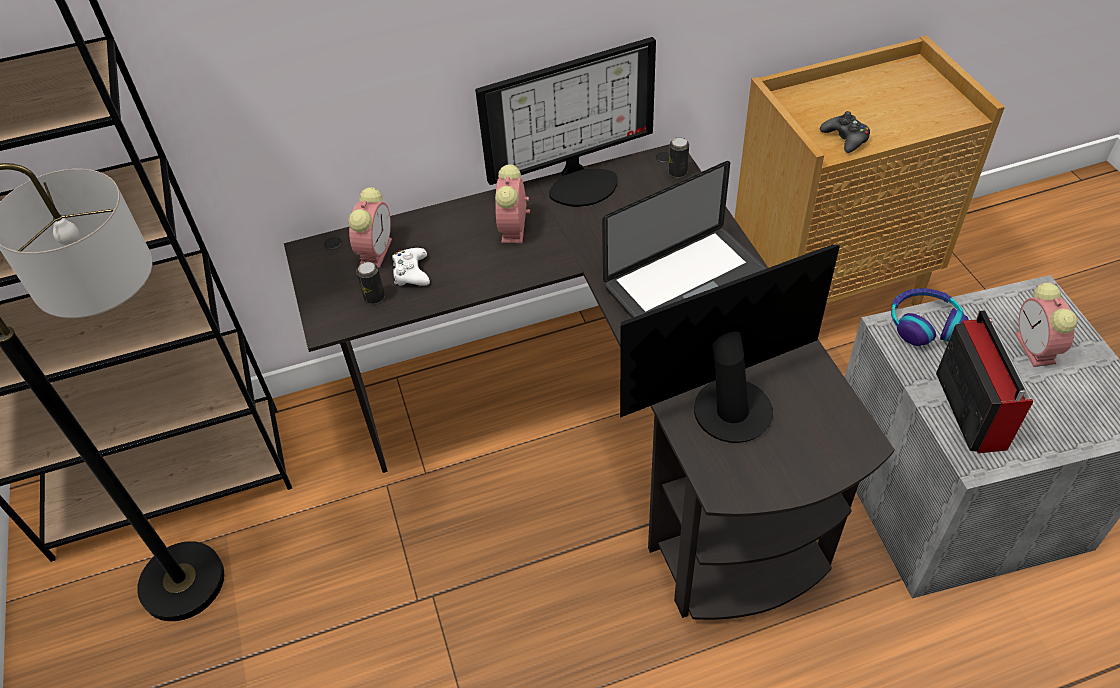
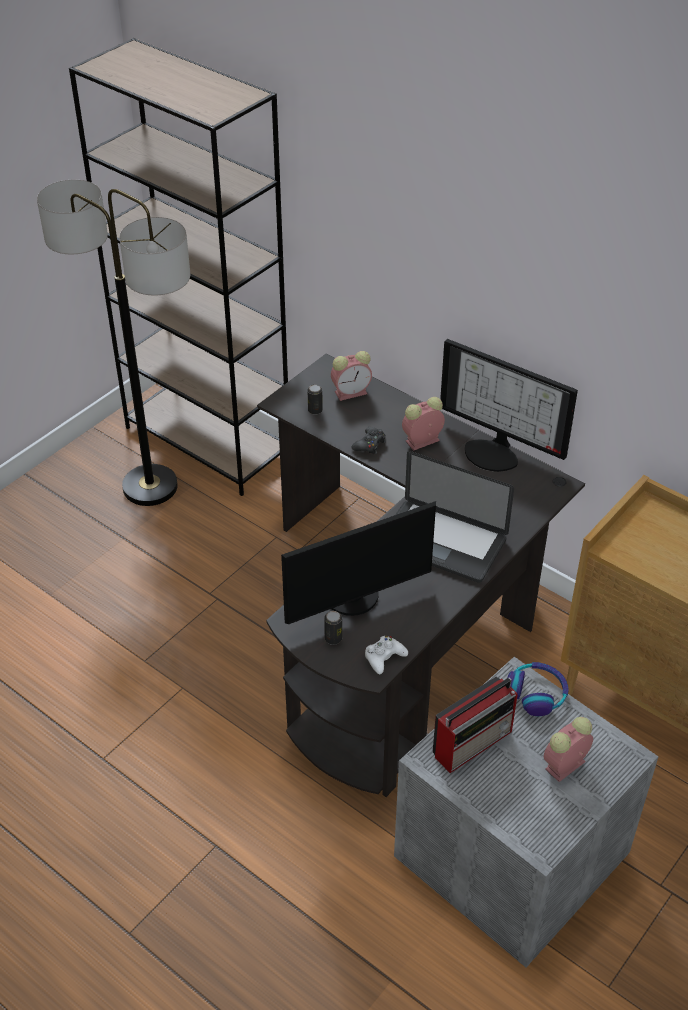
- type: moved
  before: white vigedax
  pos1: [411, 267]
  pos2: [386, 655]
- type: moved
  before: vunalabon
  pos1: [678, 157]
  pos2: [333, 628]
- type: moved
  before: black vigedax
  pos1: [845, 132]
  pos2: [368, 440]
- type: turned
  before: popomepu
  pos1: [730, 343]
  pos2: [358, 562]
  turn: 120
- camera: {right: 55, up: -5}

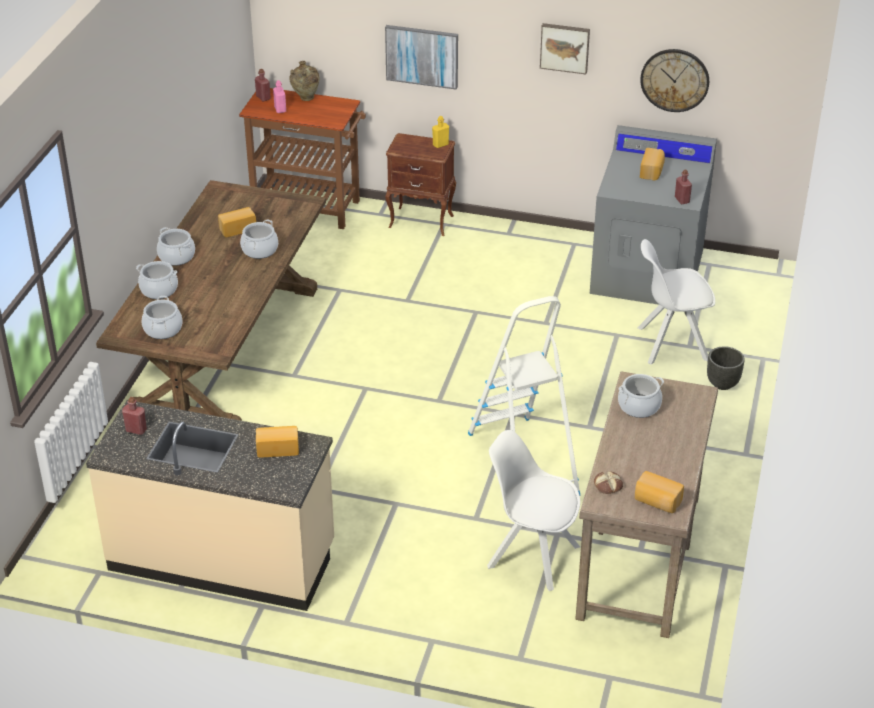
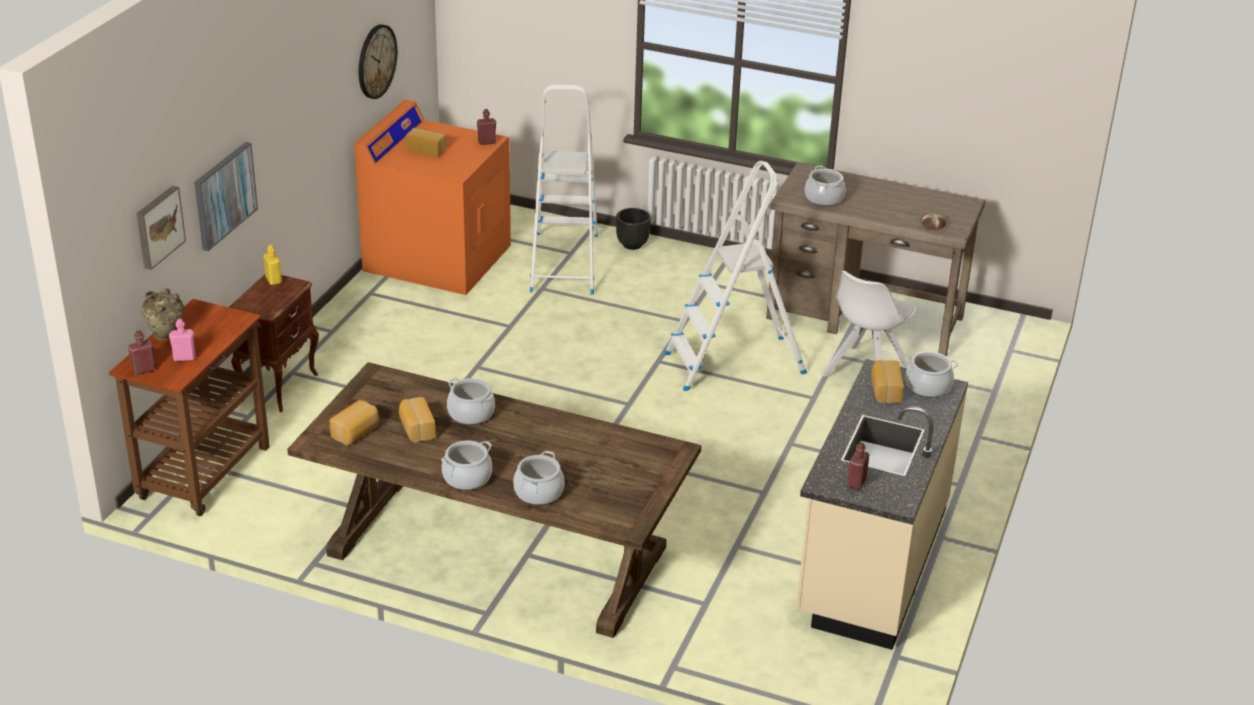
- type: moved
  before: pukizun
  pos1: [162, 317]
  pos2: [931, 374]
- type: moved
  before: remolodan
  pos1: [565, 48]
  pos2: [161, 228]
- type: moved
  before: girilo
  pos1: [659, 492]
  pos2: [354, 422]
- type: replaced
  before: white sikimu
  after: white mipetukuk
  pos1: [676, 302]
  pos2: [564, 189]
- type: recoloured
  before: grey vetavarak
  after: orange vetavarak
  pos1: [653, 215]
  pos2: [432, 197]
- camera: {right: -85, up: -5}

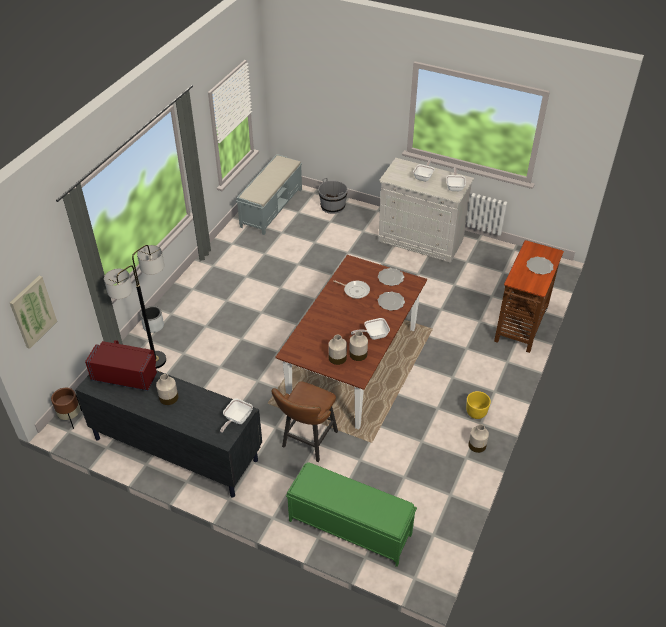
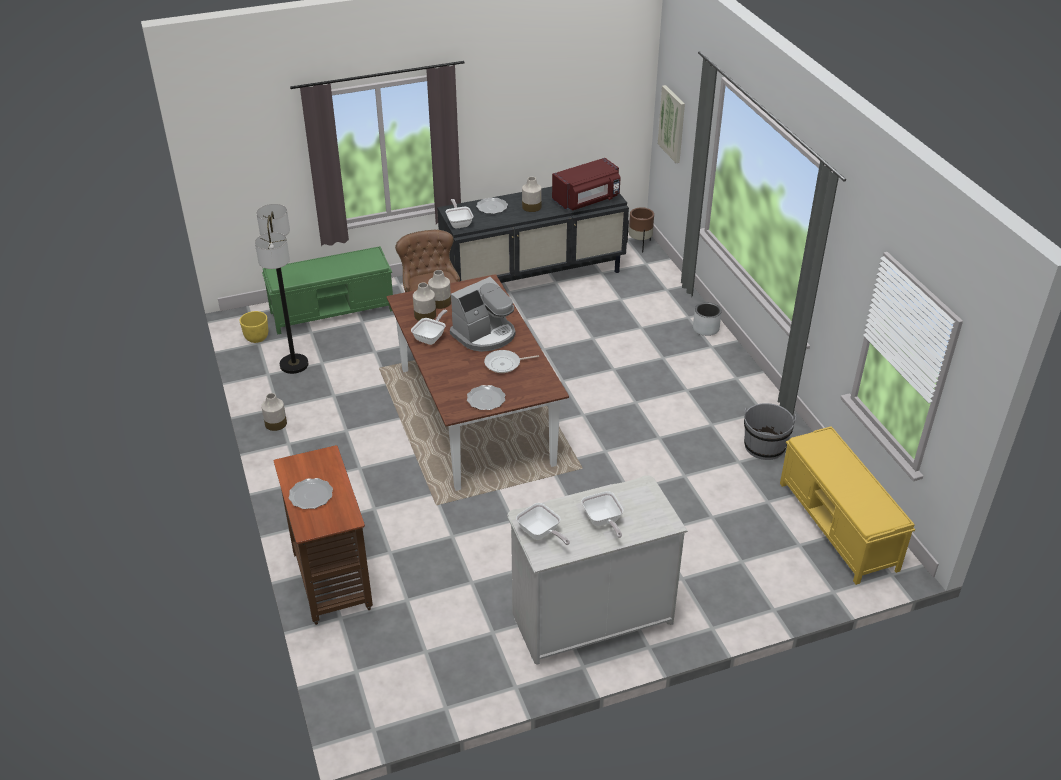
- type: added
  after: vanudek
  pos2: [483, 314]
- type: moved
  before: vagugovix
  pos1: [135, 307]
  pos2: [282, 289]
- type: moved
  before: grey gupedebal
  pos1: [333, 196]
  pos2: [770, 431]
- type: moved
  before: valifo
  pos1: [391, 301]
  pos2: [492, 205]
- type: moved
  before: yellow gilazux
  pos1: [478, 405]
  pos2: [254, 327]
- type: recoloured
  before: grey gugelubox
  after: yellow gugelubox
  pos1: [269, 194]
  pos2: [847, 505]
- camera: {right: 135, up: -5}

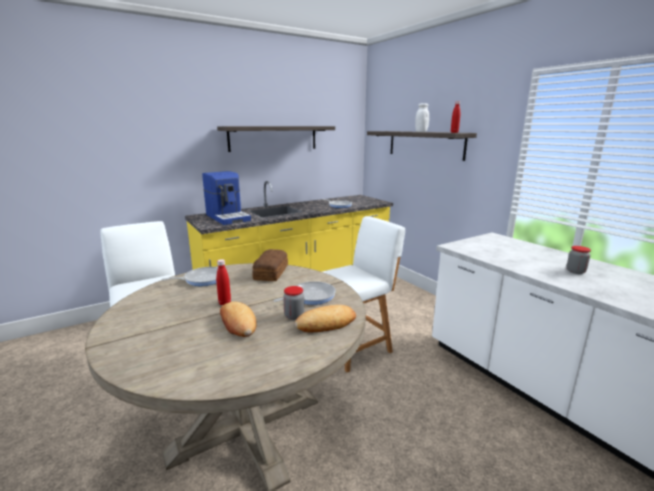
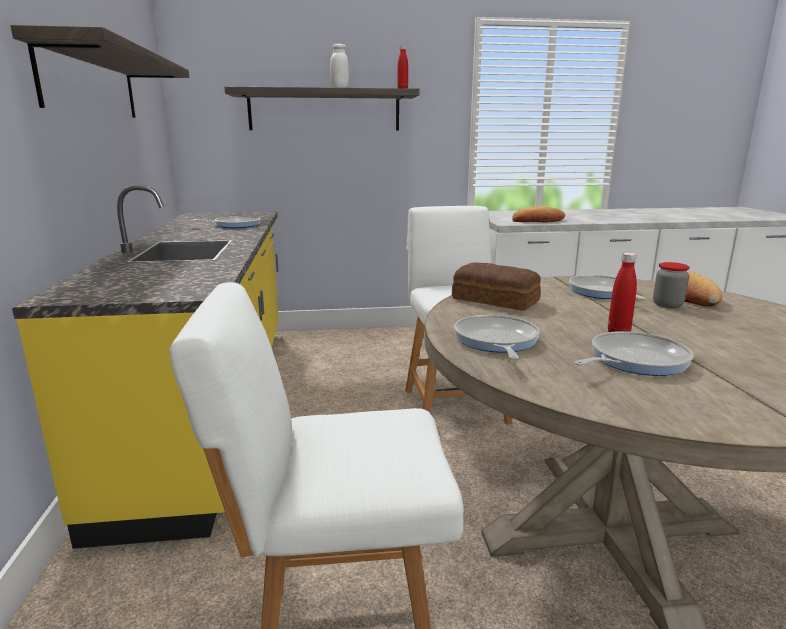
- type: removed
  before: vanudek
  pos1: [226, 198]
- type: removed
  before: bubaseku
  pos1: [579, 260]
- type: added
  after: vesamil
  pos2: [634, 353]
- type: moved
  before: girilo
  pos1: [238, 319]
  pos2: [538, 214]
- camera: {right: -65, up: 0}

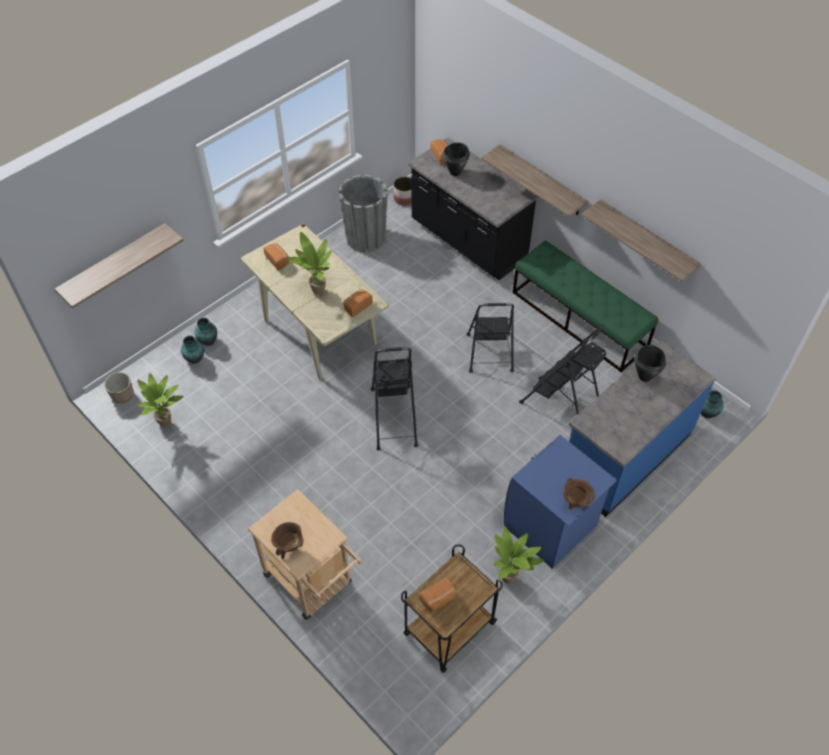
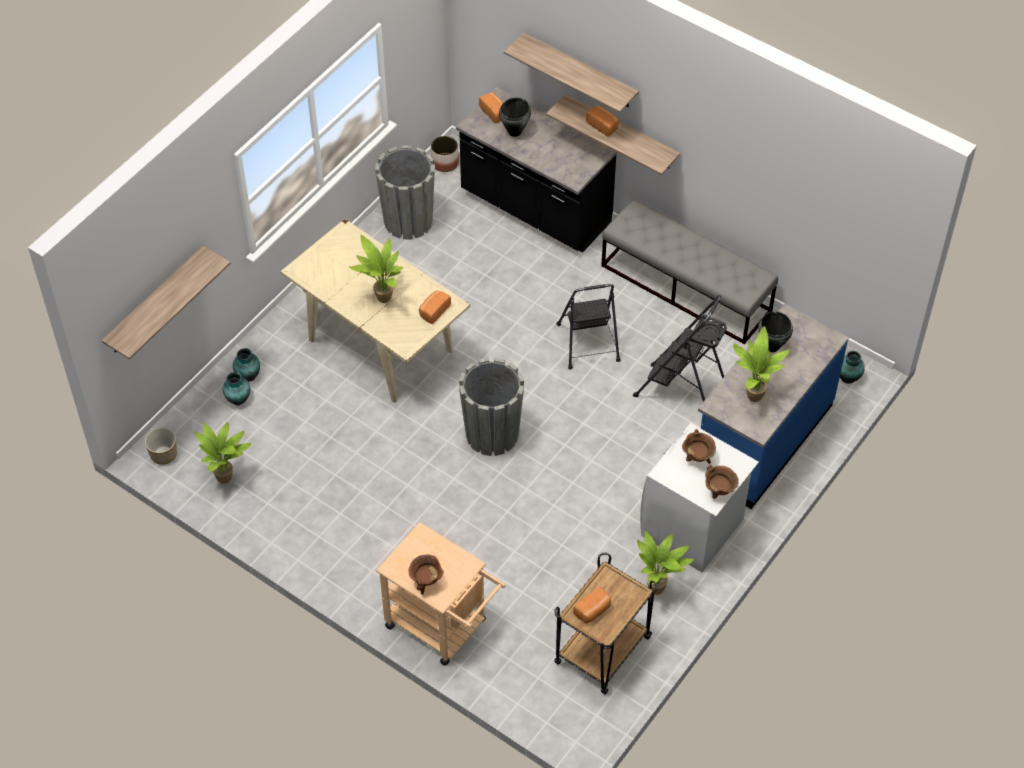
- type: added
  after: brown pukizun
  pos2: [699, 446]
- type: added
  after: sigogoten
  pos2: [761, 364]
- type: moved
  before: girilo
  pos1: [276, 256]
  pos2: [602, 121]
- type: moved
  before: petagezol
  pos1: [641, 240]
  pos2: [571, 73]
- type: replaced
  before: mipetukuk
  after: grey gilazux
  pos1: [394, 399]
  pos2: [491, 407]
- type: recoloured
  before: blue vetavarak
  after: white vetavarak
  pos1: [560, 502]
  pos2: [699, 497]
- type: recoloured
  before: green gugelubox
  after: grey gugelubox
  pos1: [585, 306]
  pos2: [689, 272]
- camera: {right: -10, up: 0}

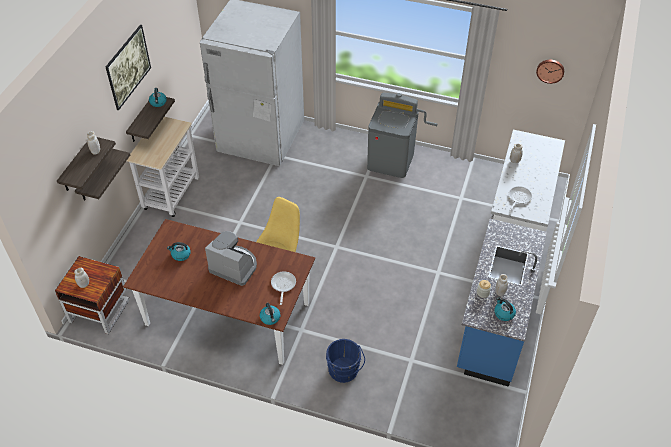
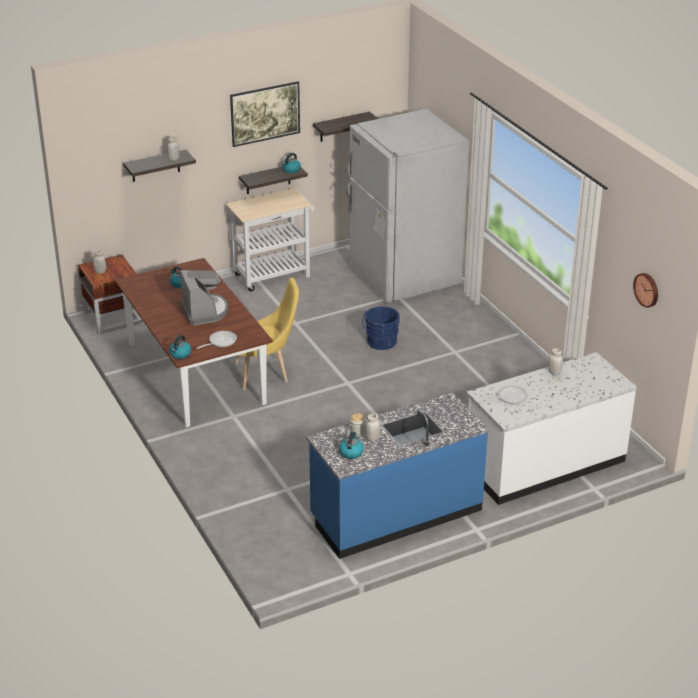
- type: removed
  before: grey vetavarak
  pos1: [402, 135]
- type: moved
  before: petagezol
  pos1: [102, 174]
  pos2: [345, 127]
- type: moved
  before: blue gupedebal
  pos1: [345, 361]
  pos2: [381, 328]
- camera: {right: 45, up: -15}

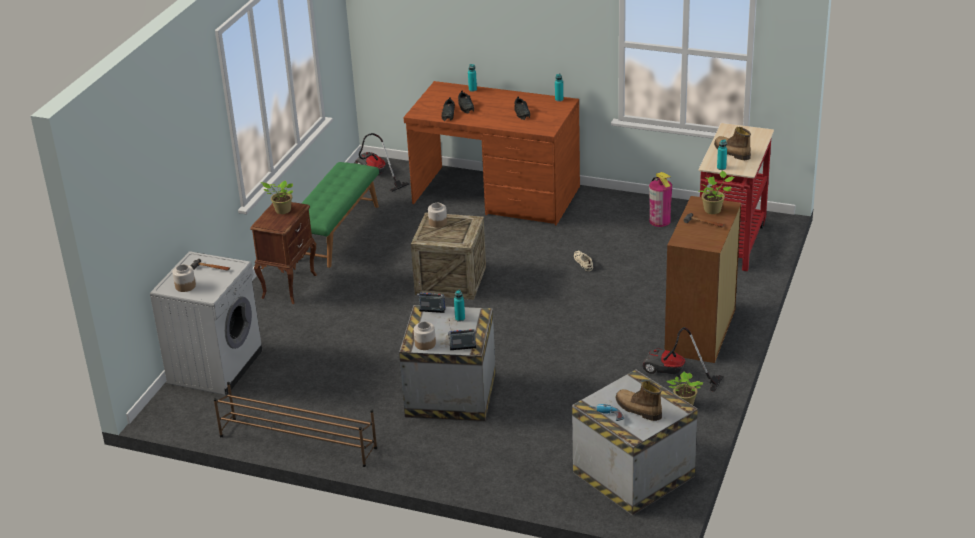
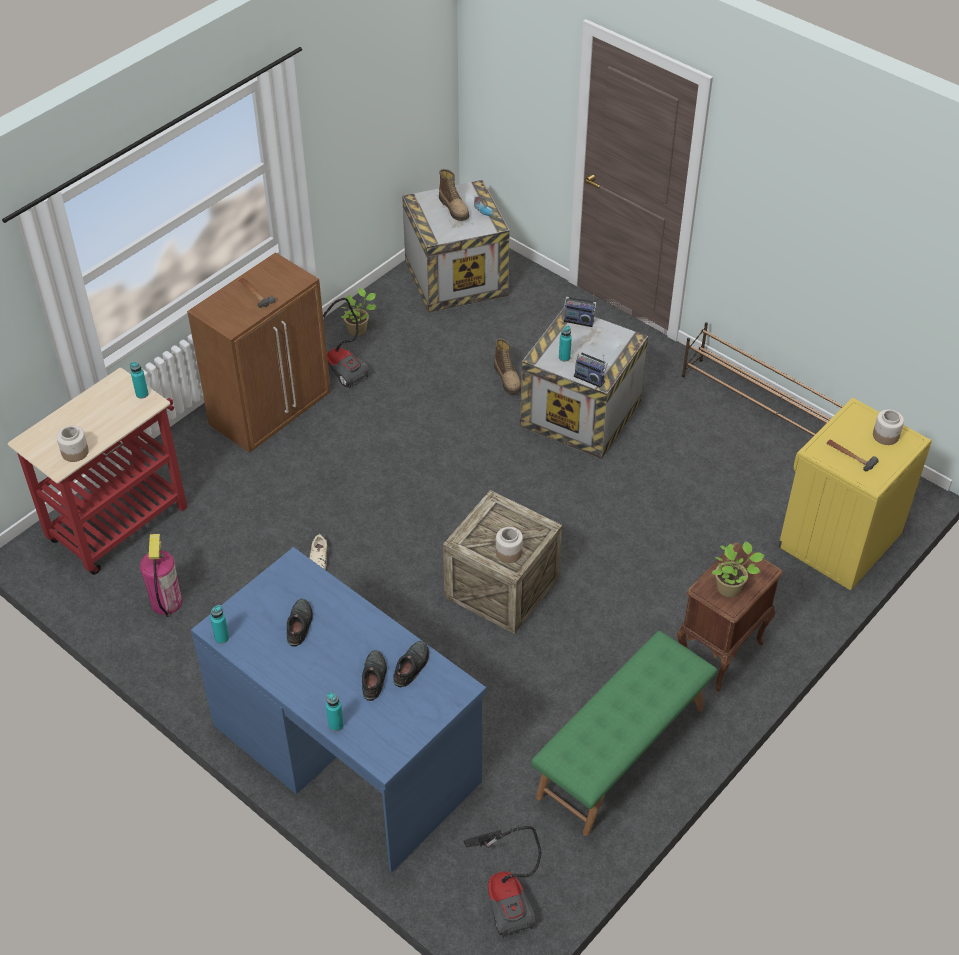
- type: removed
  before: sigogoten
  pos1: [716, 192]
- type: moved
  before: bubaseku
  pos1: [425, 336]
  pos2: [73, 444]
- type: moved
  before: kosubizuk
  pos1: [732, 143]
  pos2: [507, 366]
- type: recoloured
  before: white vetavarak
  after: yellow vetavarak
  pos1: [206, 323]
  pos2: [855, 494]
- type: recoloured
  before: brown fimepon
  after: blue fimepon
  pos1: [491, 153]
  pos2: [338, 710]
- camera: {right: -160, up: 15}

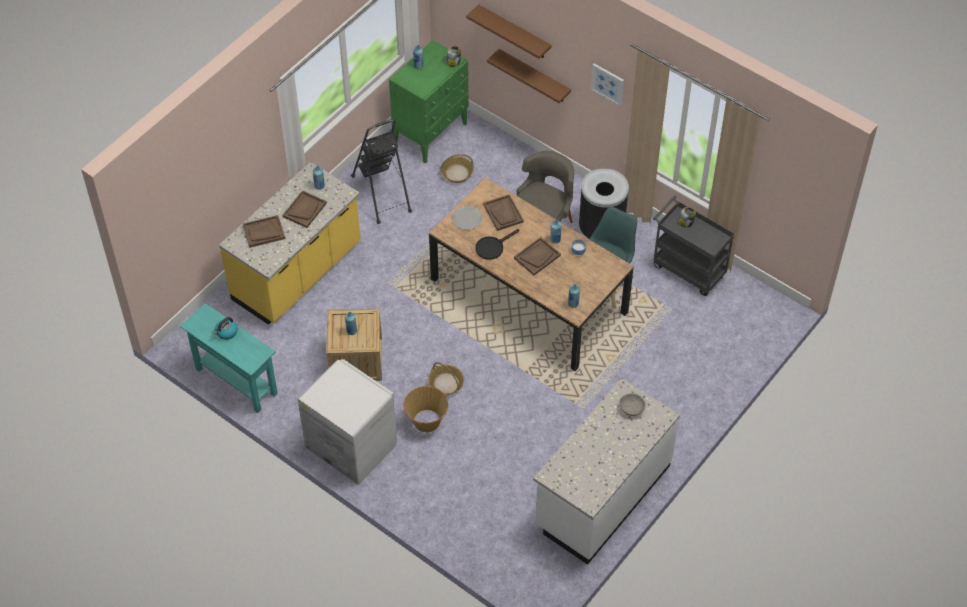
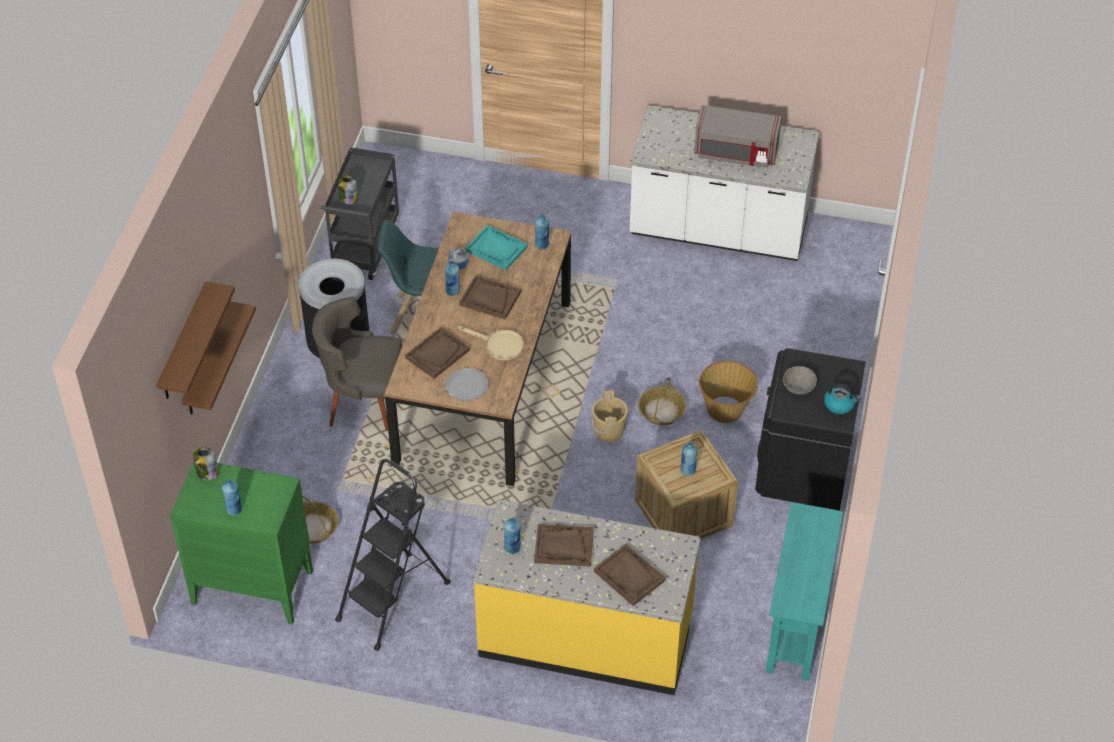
- type: removed
  before: remolodan
  pos1: [607, 84]
- type: added
  after: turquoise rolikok
  pos2: [496, 247]
- type: added
  after: beige gupedebal
  pos2: [610, 416]
- type: added
  after: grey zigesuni
  pos2: [738, 136]
- type: moved
  before: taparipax
  pos1: [226, 328]
  pos2: [842, 399]
- type: moved
  before: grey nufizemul
  pos1: [632, 404]
  pos2: [800, 380]
- type: recoloured
  before: white vetavarak
  after: black vetavarak
  pos1: [347, 422]
  pos2: [810, 429]
- type: recoloured
  before: black vesamil
  after: beige vesamil
  pos1: [497, 244]
  pos2: [491, 343]
- camera: {right: -115, up: -5}

